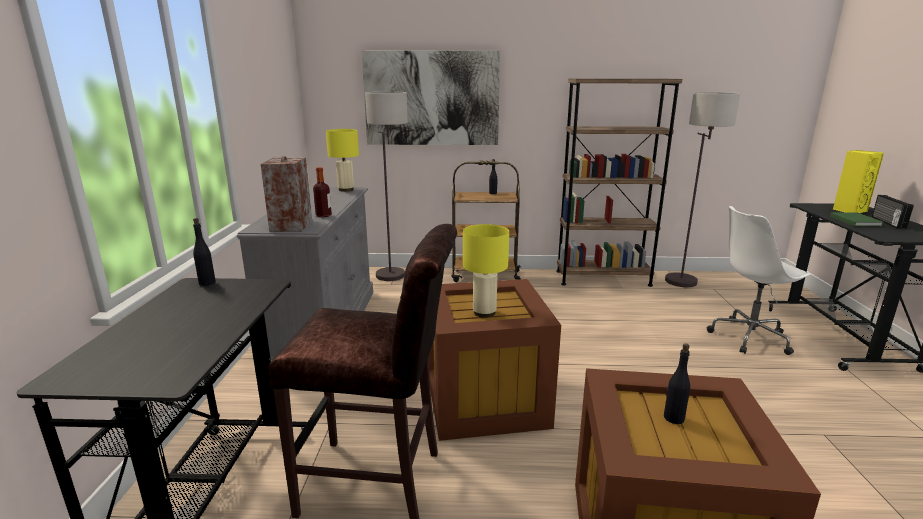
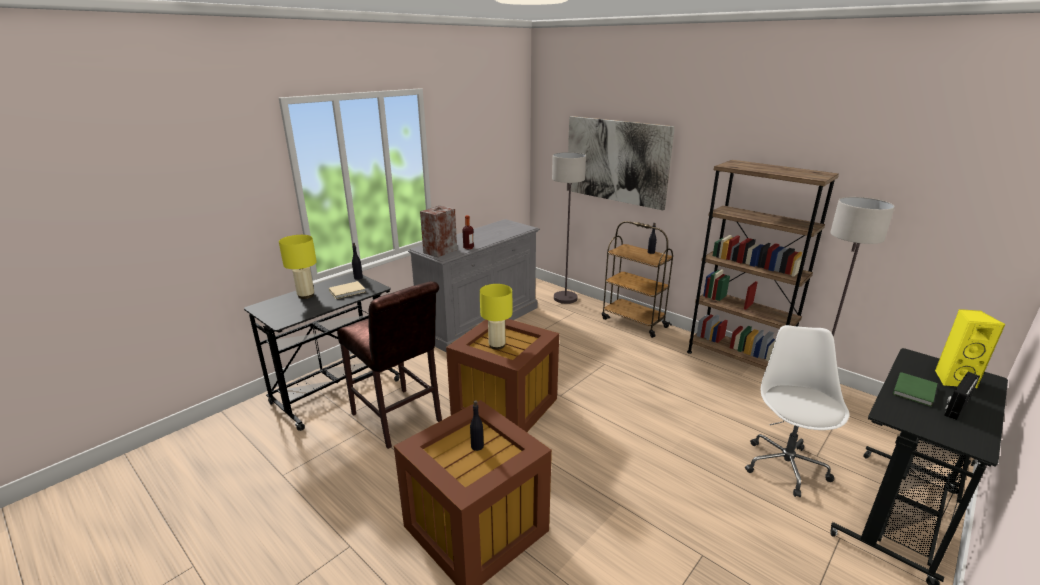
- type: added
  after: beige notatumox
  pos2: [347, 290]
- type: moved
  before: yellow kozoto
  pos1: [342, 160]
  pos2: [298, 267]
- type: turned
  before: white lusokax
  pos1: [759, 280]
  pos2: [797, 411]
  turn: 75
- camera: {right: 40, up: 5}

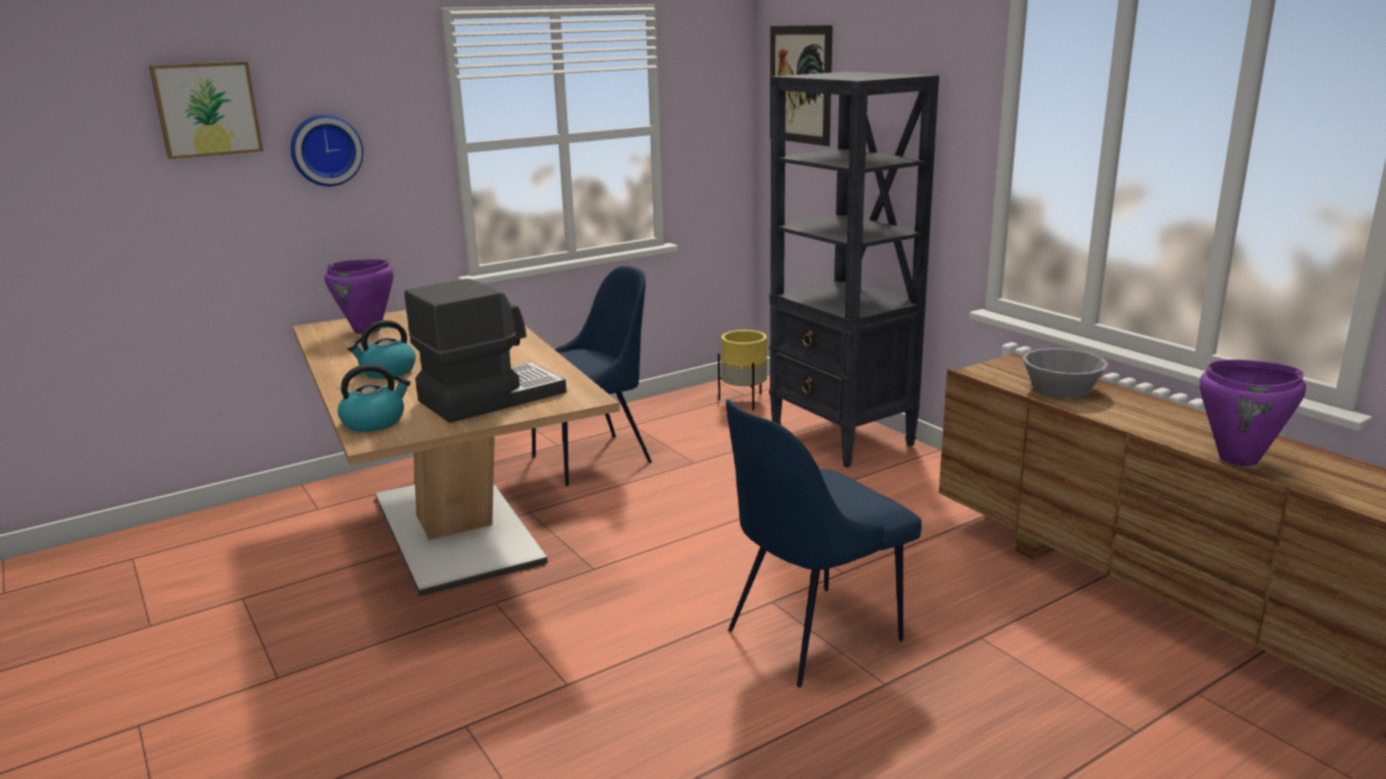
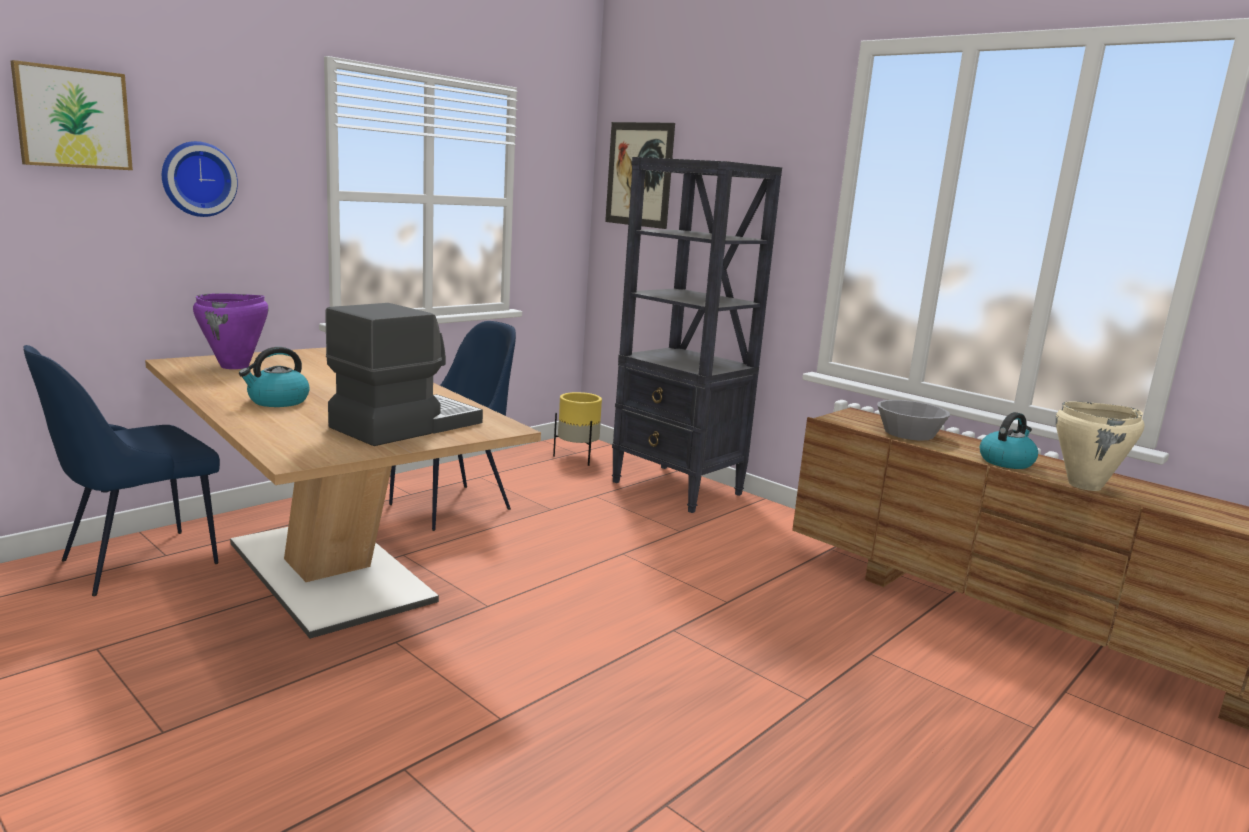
- type: moved
  before: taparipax
  pos1: [374, 398]
  pos2: [1009, 440]
- type: moved
  before: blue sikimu
  pos1: [824, 543]
  pos2: [122, 470]
- type: recoloured
  before: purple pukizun
  after: beige pukizun
  pos1: [1252, 413]
  pos2: [1099, 446]
- camera: {right: -15, up: -5}

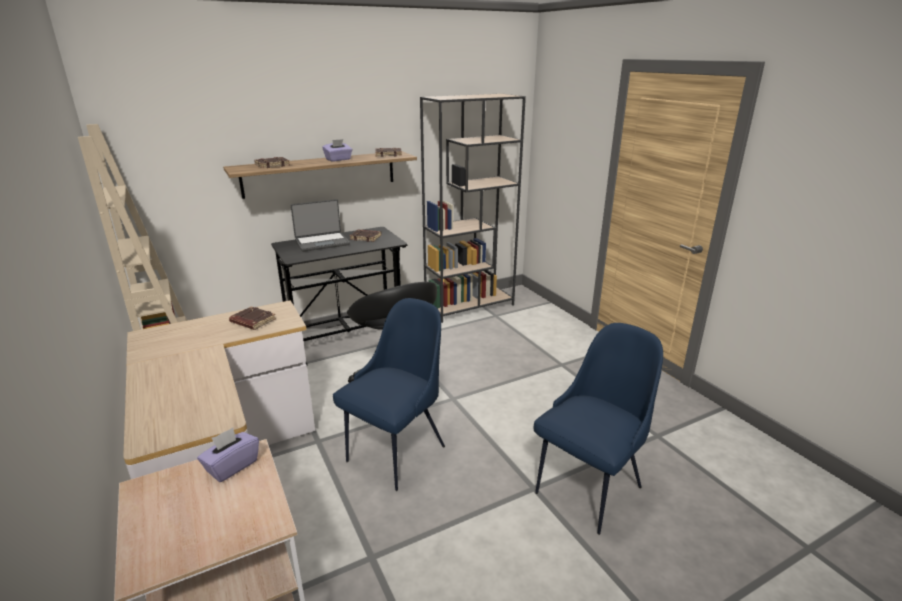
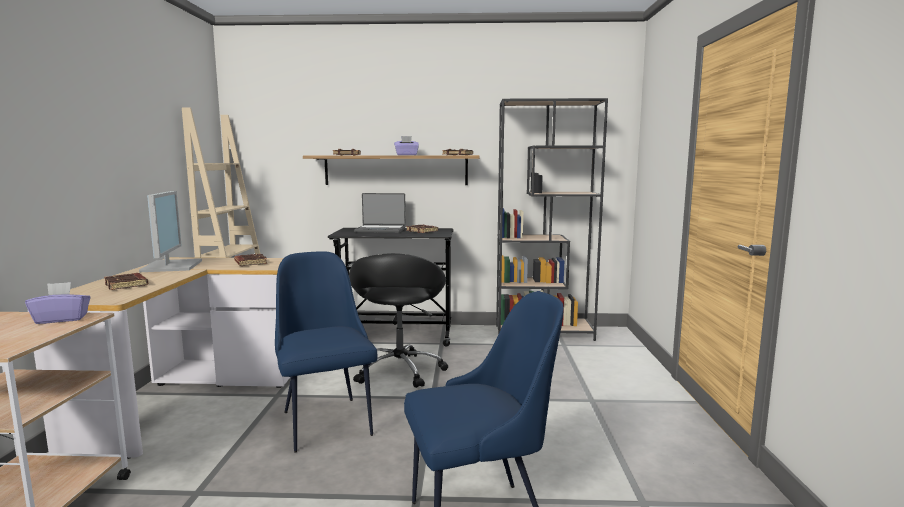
- type: added
  after: brown notatumox
  pos2: [126, 281]
- type: added
  after: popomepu
  pos2: [170, 231]
- type: turned
  before: blue sikimu
  pos1: [389, 394]
  pos2: [326, 352]
  turn: -90
- camera: {right: 30, up: -15}

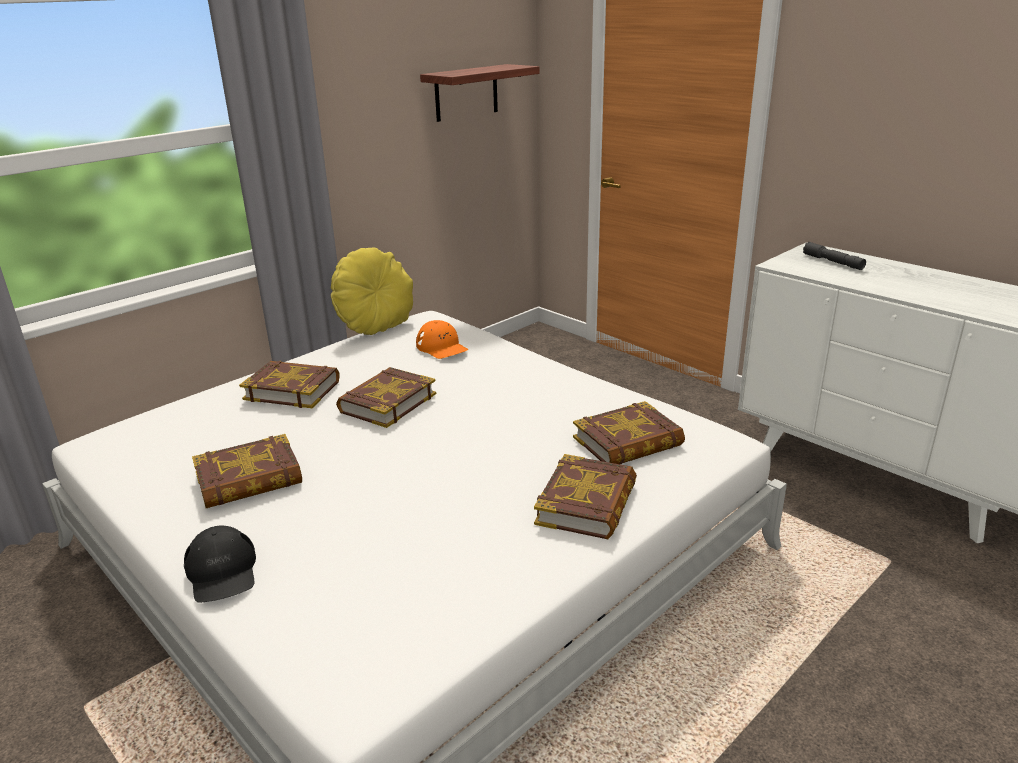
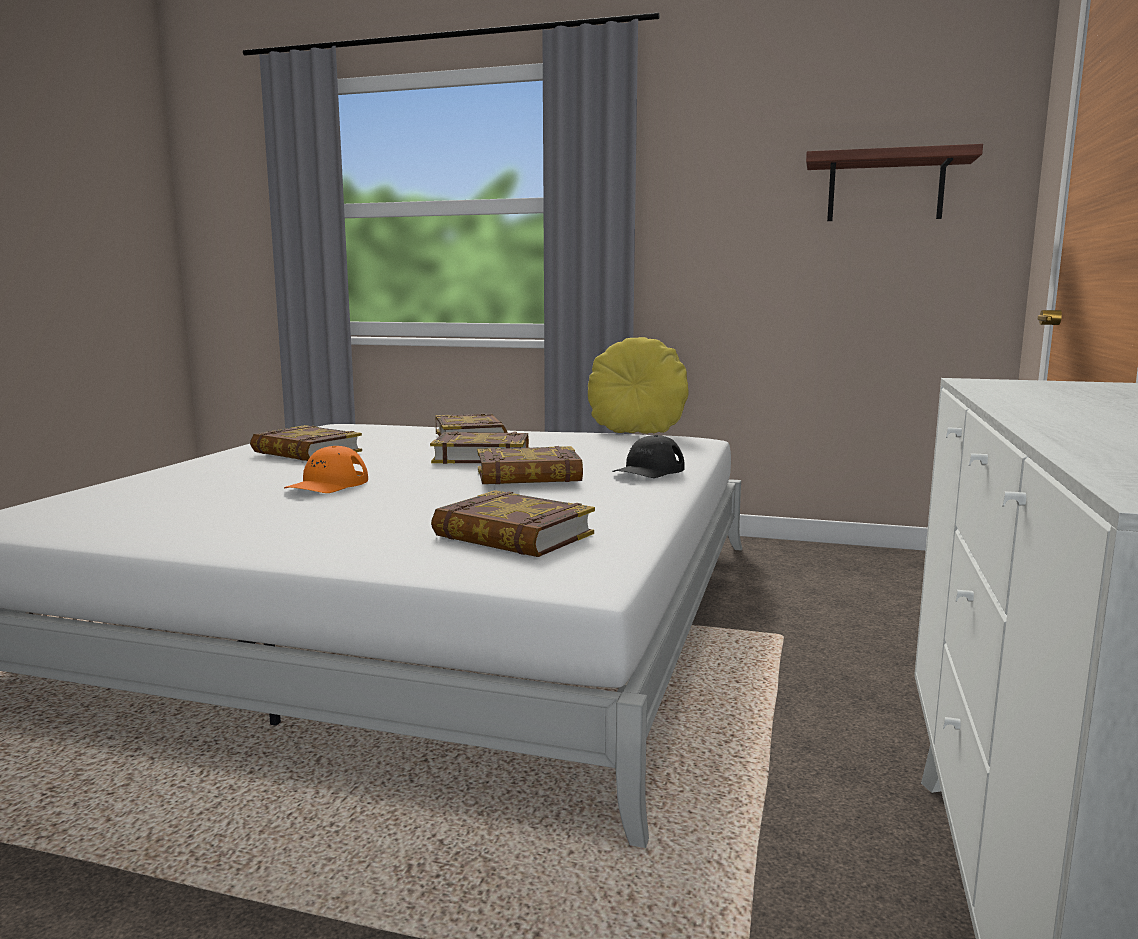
- type: removed
  before: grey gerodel
  pos1: [834, 256]
- type: moved
  before: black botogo
  pos1: [220, 564]
  pos2: [648, 456]
- type: moved
  before: orange botogo
  pos1: [442, 339]
  pos2: [326, 469]
- type: moved
  before: notatumox
  pos1: [585, 496]
  pos2: [530, 465]
- camera: {right: 60, up: -15}

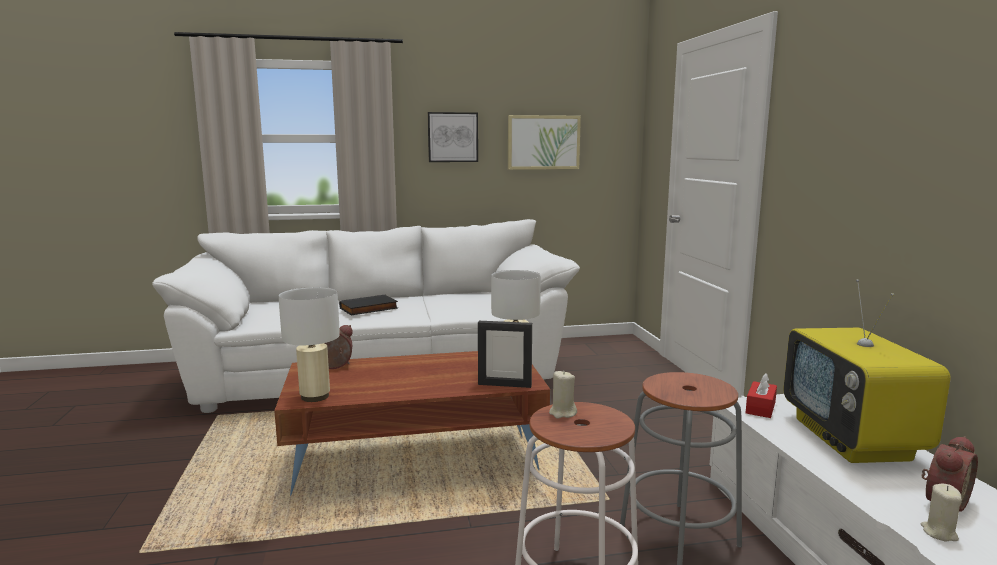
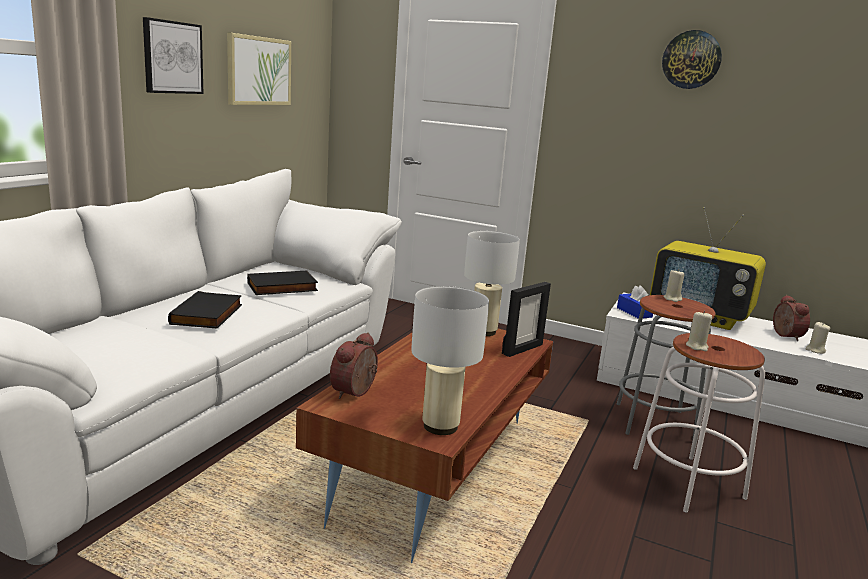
- type: added
  after: black notatumox
  pos2: [282, 283]
- type: added
  after: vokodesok
  pos2: [692, 59]
- type: added
  after: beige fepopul
  pos2: [674, 285]
- type: recoloured
  before: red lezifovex
  after: blue lezifovex
  pos1: [761, 395]
  pos2: [635, 302]
- camera: {right: -55, up: 5}

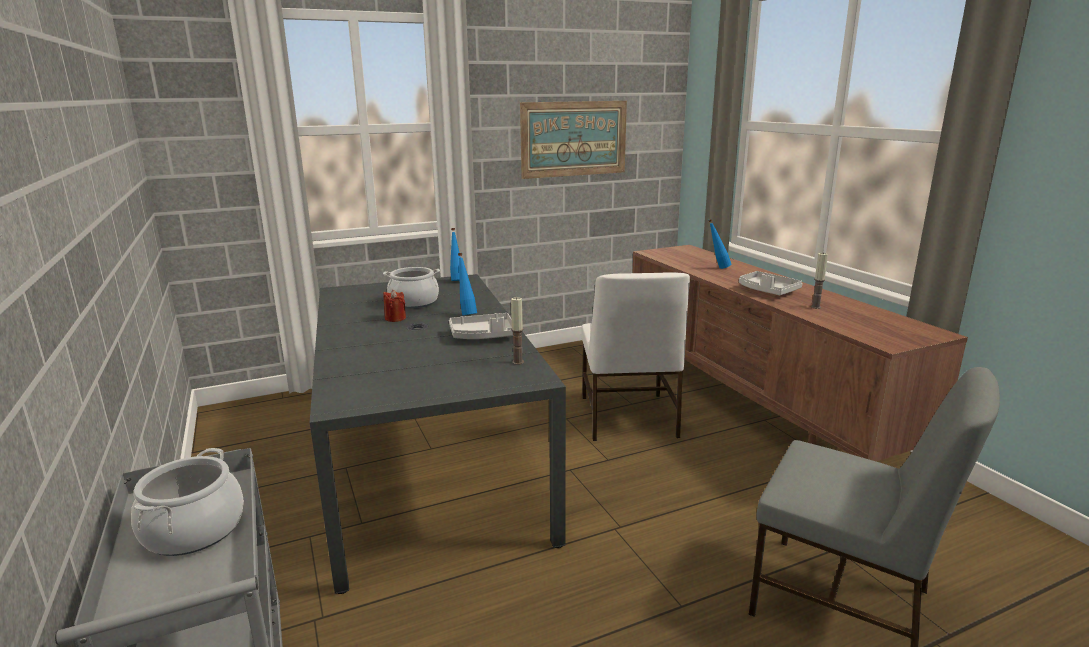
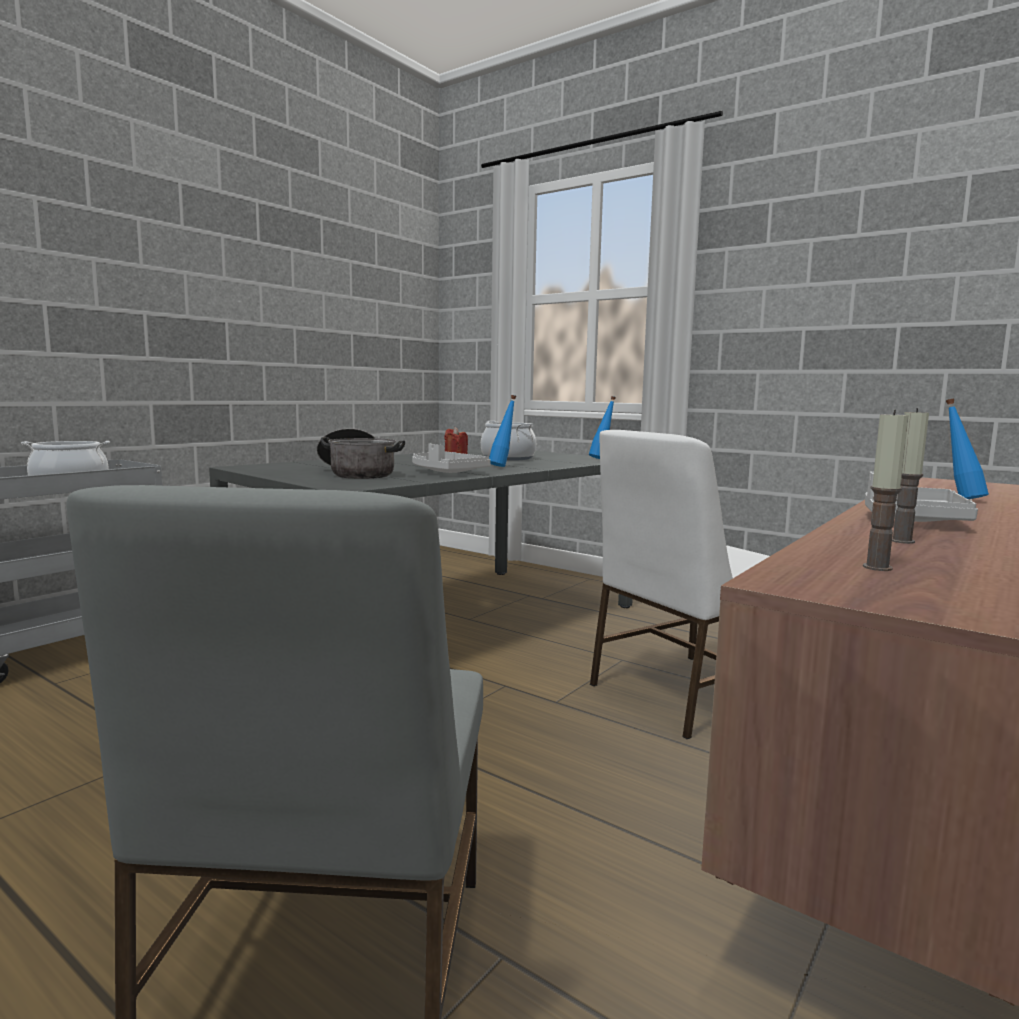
- type: removed
  before: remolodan
  pos1: [573, 140]
- type: added
  after: pukizun
  pos2: [361, 453]
- type: moved
  before: fepopul
  pos1: [517, 331]
  pos2: [886, 490]
- camera: {right: 60, up: -10}

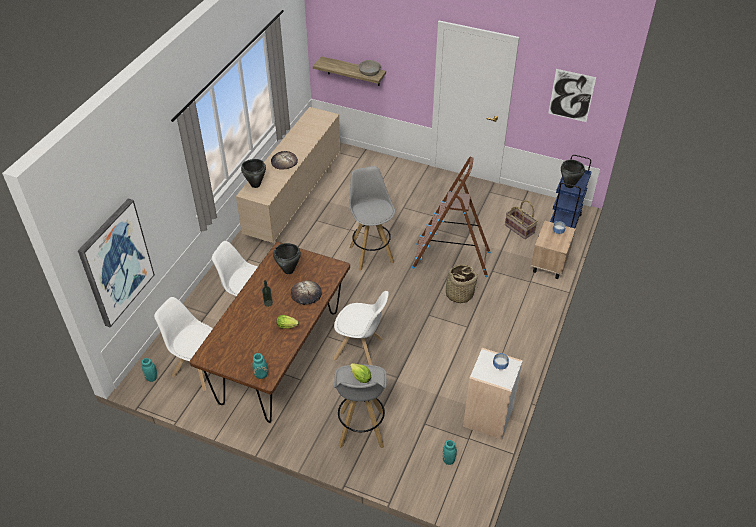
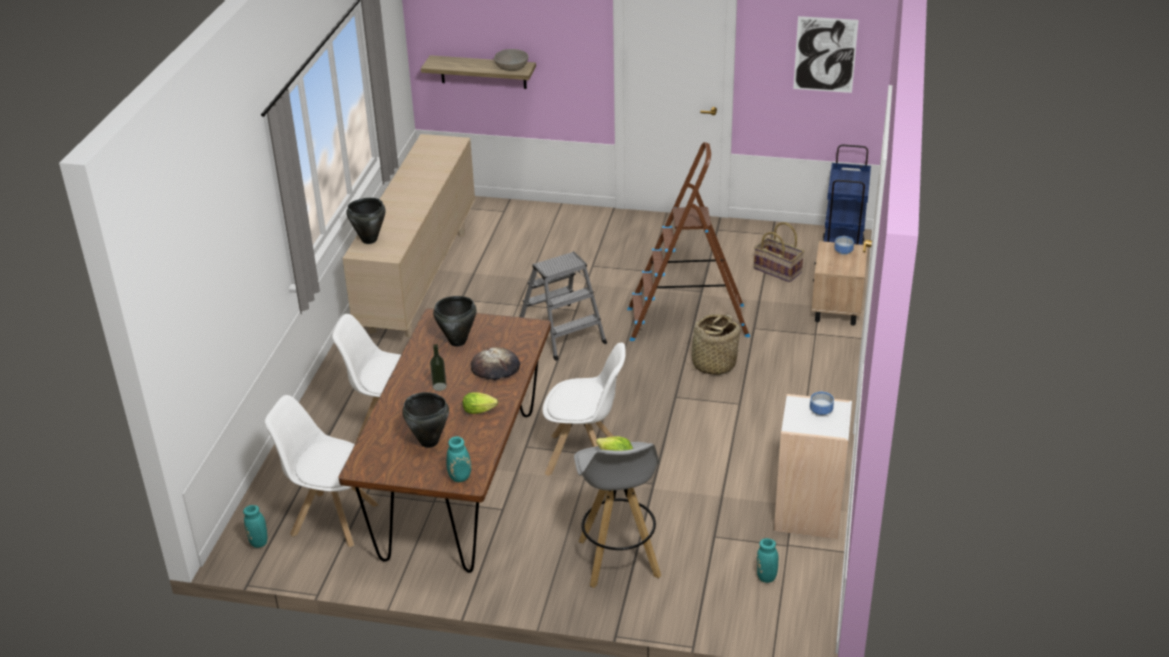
- type: removed
  before: remolodan
  pos1: [116, 262]
- type: removed
  before: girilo
  pos1: [284, 160]
- type: moved
  before: black pukizun
  pos1: [573, 174]
  pos2: [425, 420]
- type: replaced
  before: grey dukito
  after: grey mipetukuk
  pos1: [372, 218]
  pos2: [563, 306]
- camera: {right: -10, up: -10}

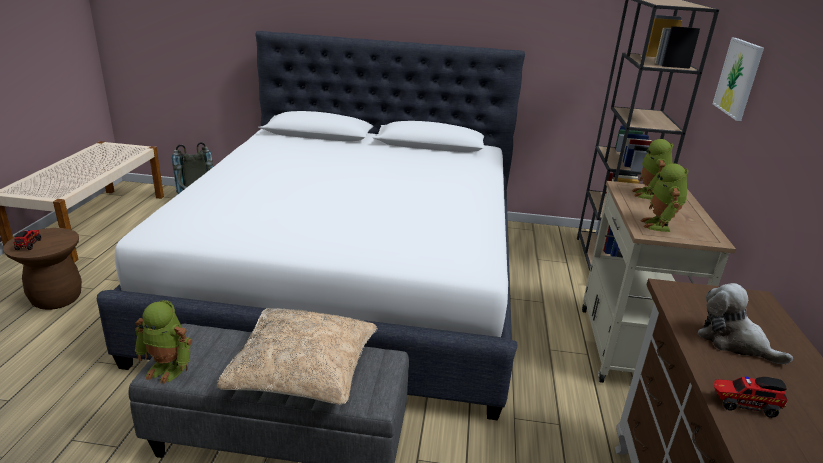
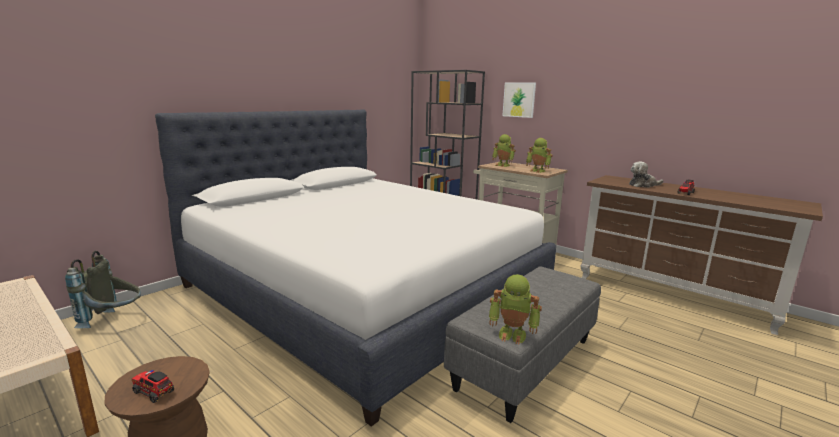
- type: removed
  before: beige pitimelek
  pos1: [297, 356]
- type: turned
  before: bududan
  pos1: [163, 342]
  pos2: [515, 309]
  turn: 60
- camera: {right: -55, up: -10}

